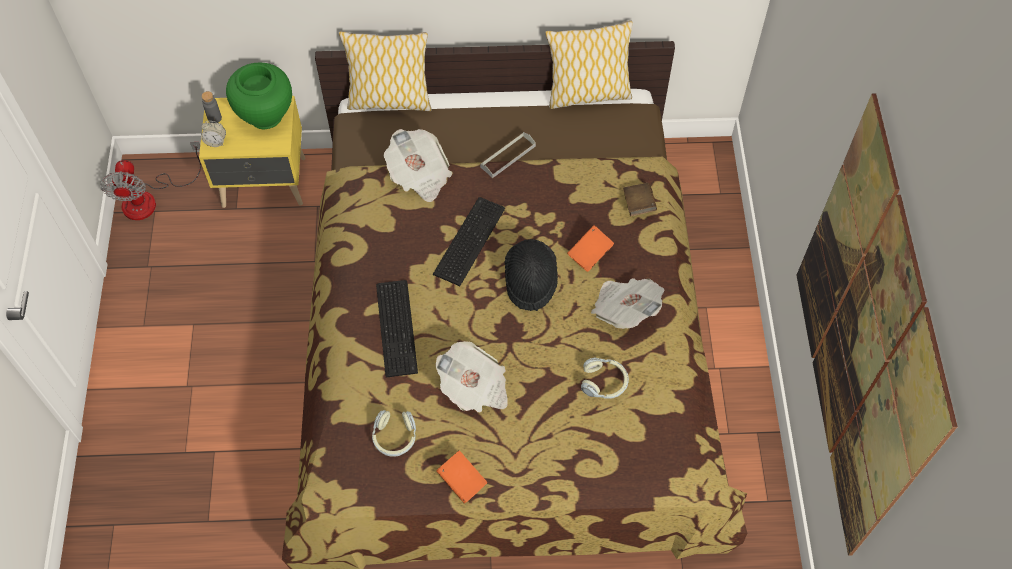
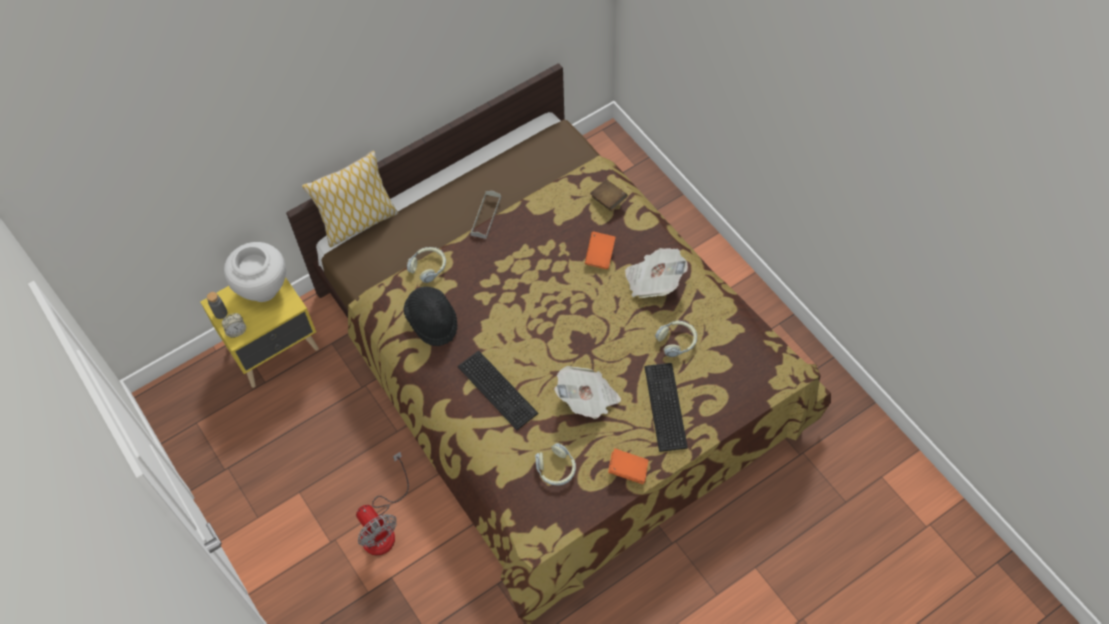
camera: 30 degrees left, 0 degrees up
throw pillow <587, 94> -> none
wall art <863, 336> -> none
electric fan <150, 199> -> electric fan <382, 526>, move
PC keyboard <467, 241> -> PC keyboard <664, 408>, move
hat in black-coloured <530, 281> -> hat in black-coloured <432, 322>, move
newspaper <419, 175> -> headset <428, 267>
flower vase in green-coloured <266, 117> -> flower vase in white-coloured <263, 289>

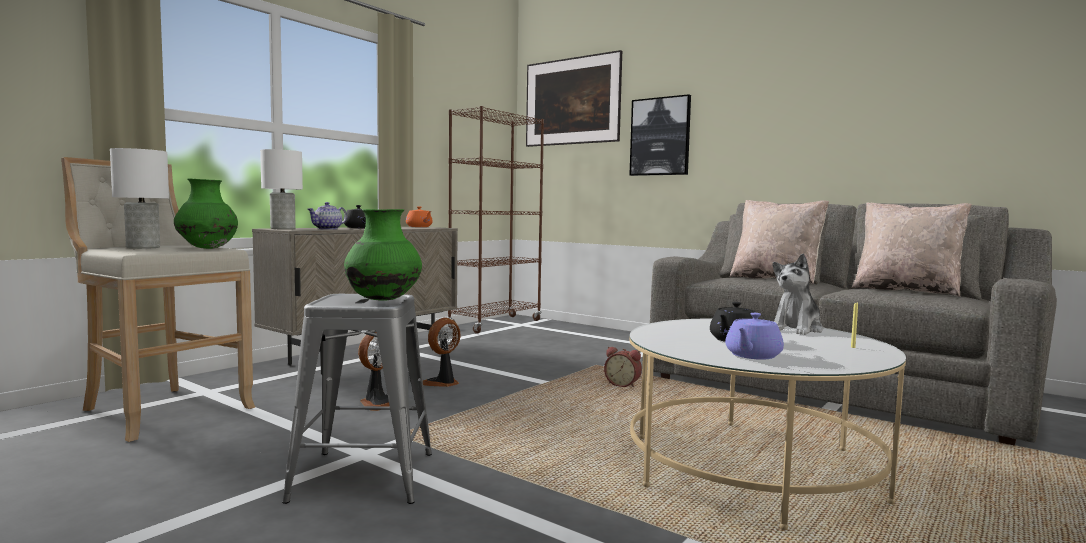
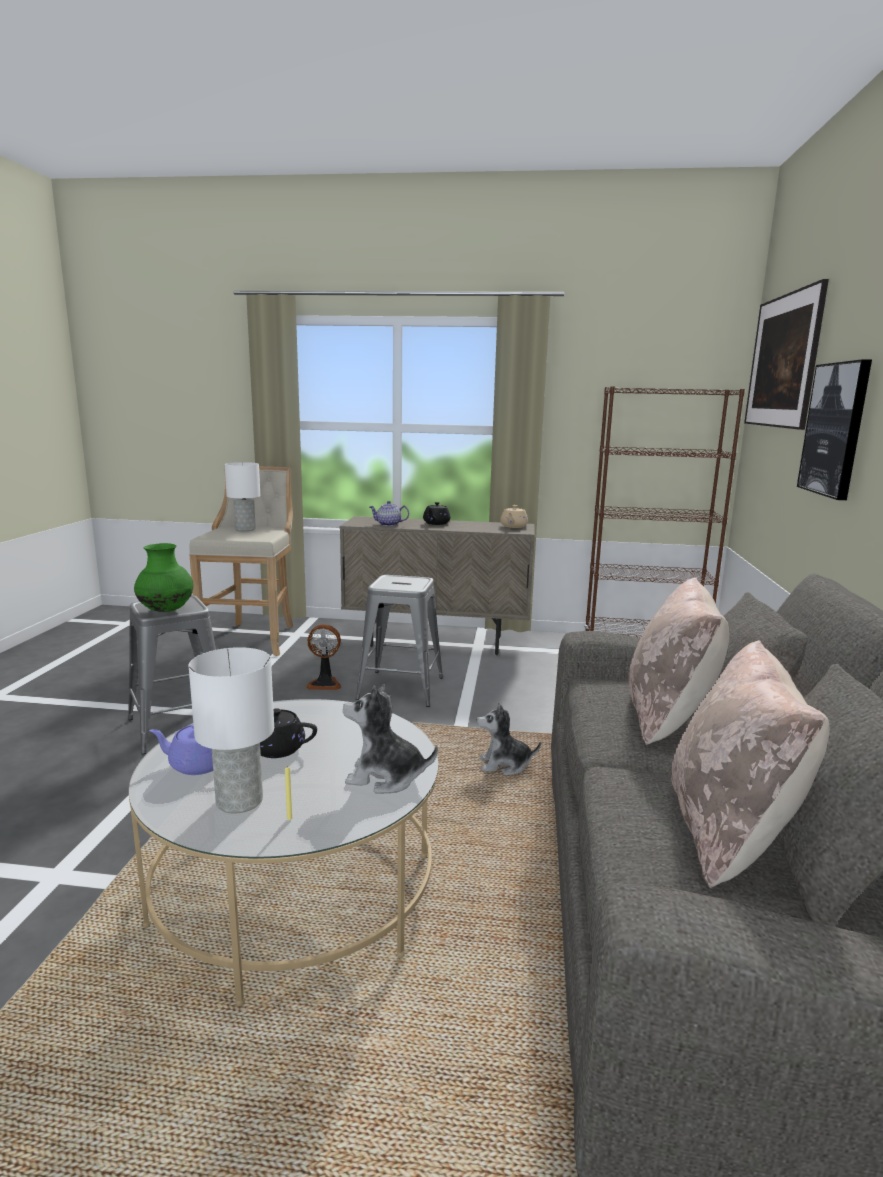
camera: 60 degrees right, 10 degrees up
flower vase in green-coloured <207, 248> -> none
lamp for a table in white-coloured <282, 228> -> lamp for a table in white-coloured <240, 800>, move
electric fan <442, 383> -> stool in grey <401, 688>
bedside clock <623, 385> -> plush toy <504, 765>
pot for tea in orange-coloured <419, 227> -> pot for tea in beige <513, 526>

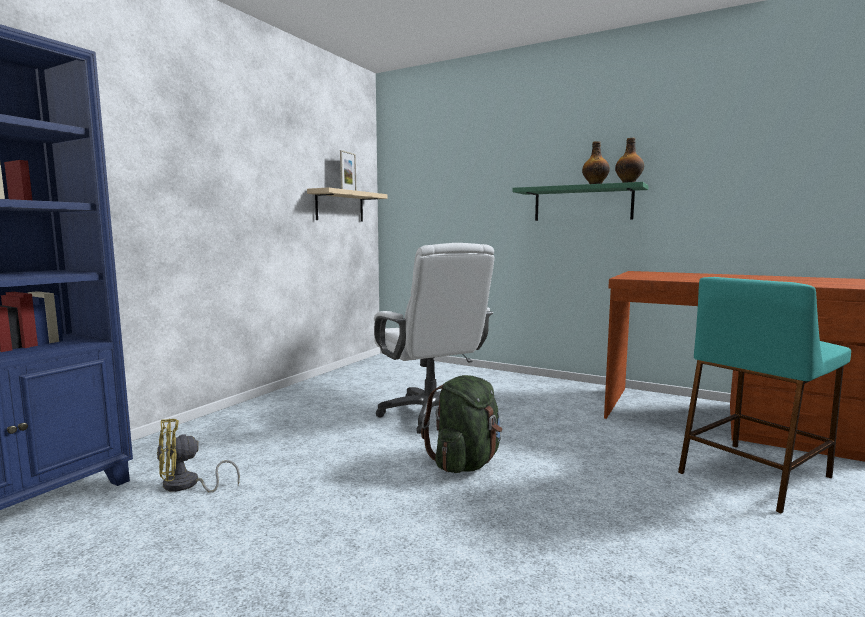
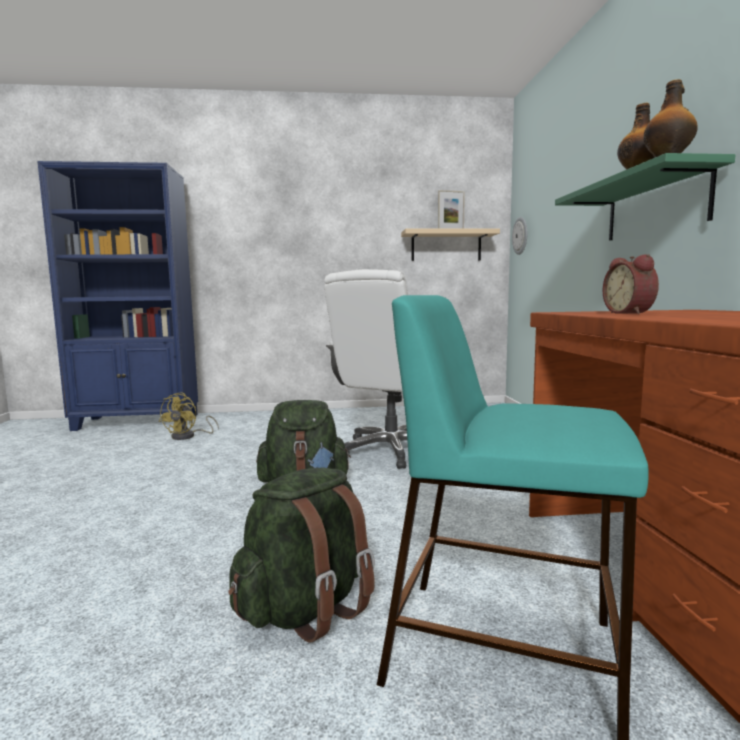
camera: 55 degrees right, 0 degrees up
none -> knapsack in green-coloured <307, 608>
none -> wall clock <520, 235>
none -> bedside clock <630, 313>
electric fan in yellow <187, 485> -> electric fan in yellow <188, 436>, 105 degrees counterclockwise

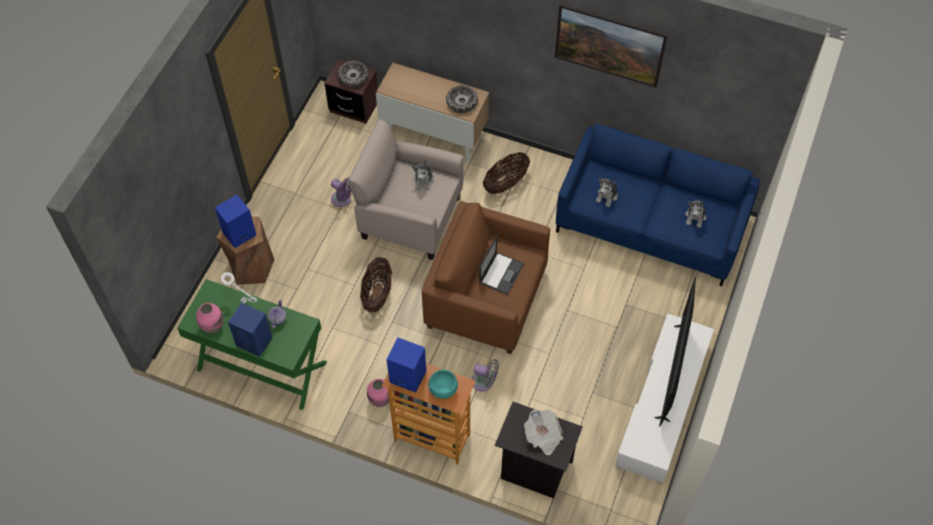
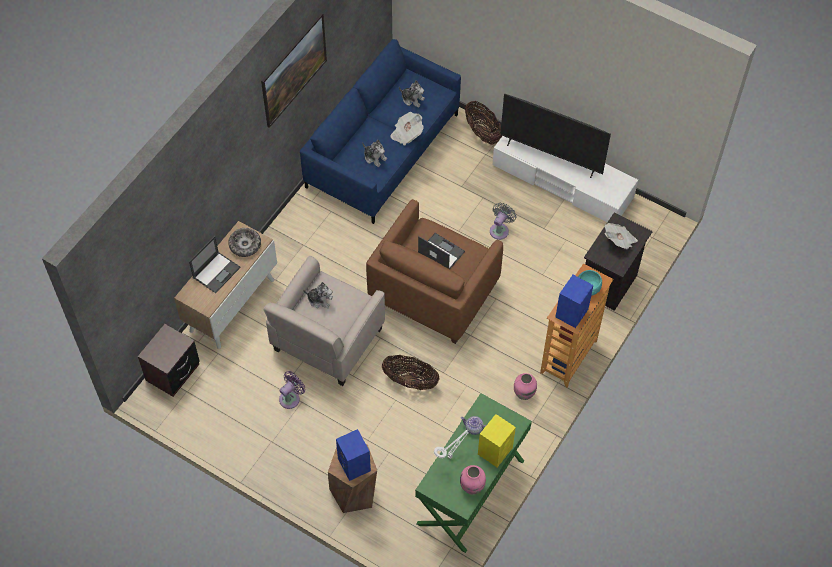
camera: 80 degrees left, 0 degrees up
bowl <353, 77> -> none
none -> laptop <216, 272>
none -> newspaper <406, 134>
electric fan in grey <484, 382> -> electric fan in grey <500, 229>, move
storage basket <505, 183> -> storage basket <482, 133>, move
audio speaker in blue-coloured <255, 341> -> audio speaker in yellow <495, 450>

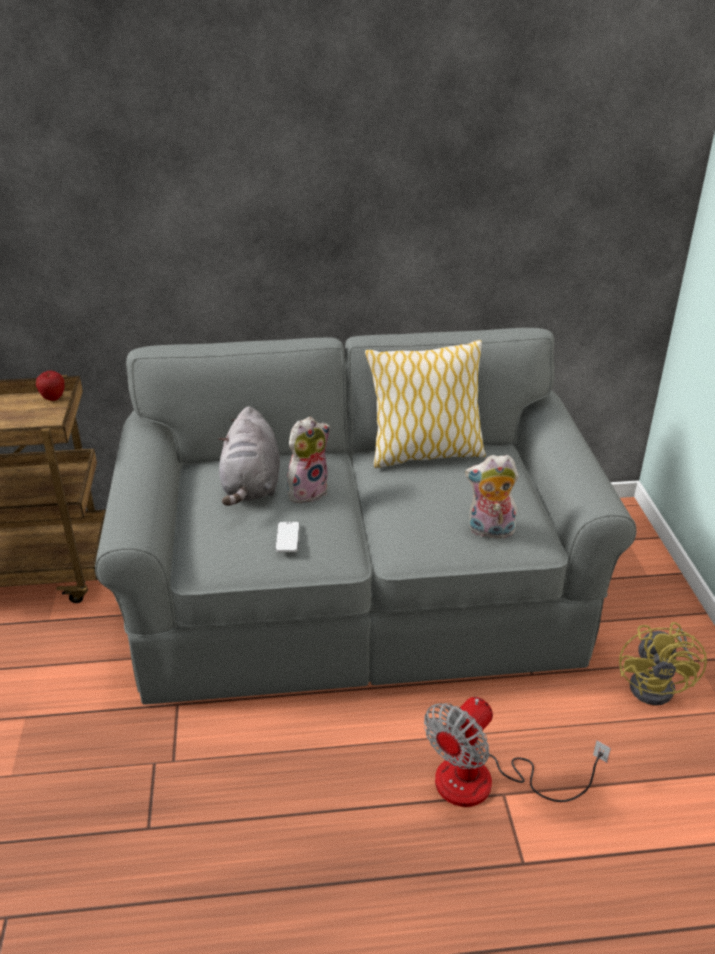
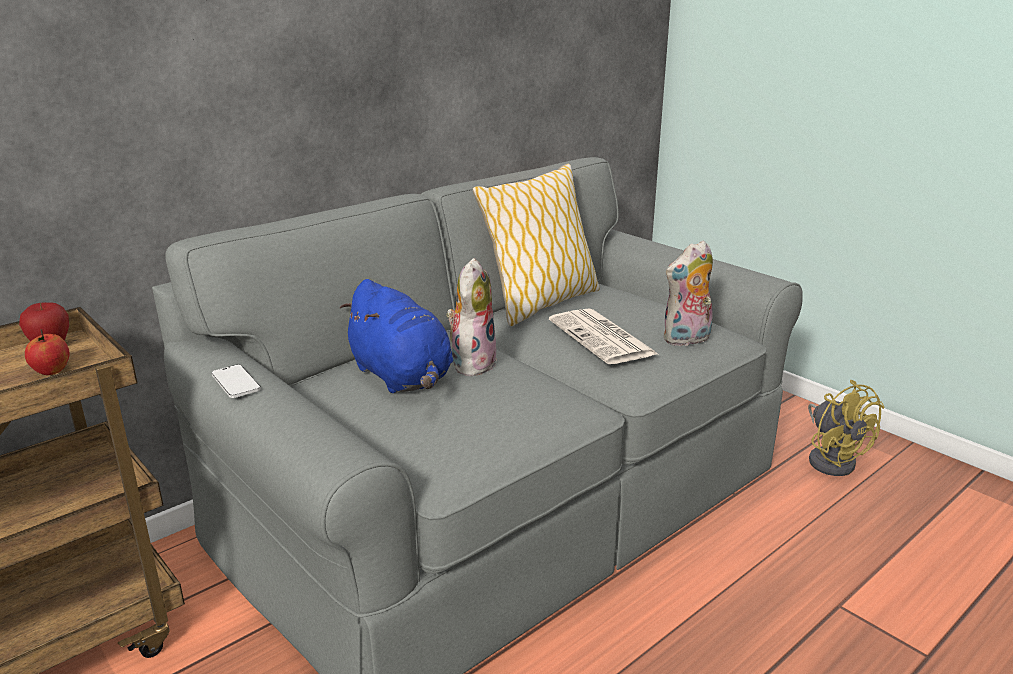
camera: 35 degrees left, 10 degrees down
electric fan <485, 783> -> none
none -> apple <51, 371>
none -> newspaper <603, 338>
phone <287, 538> -> phone <236, 383>, move
plush toy in grey <251, 485> -> plush toy in blue-coloured <402, 377>

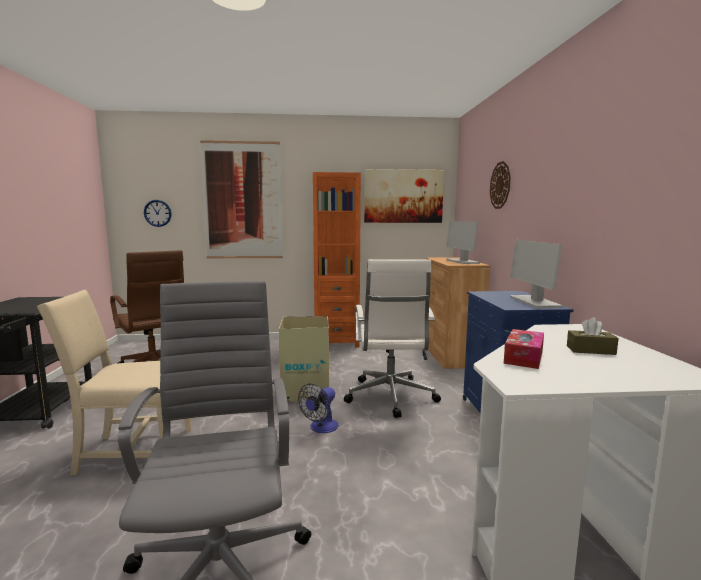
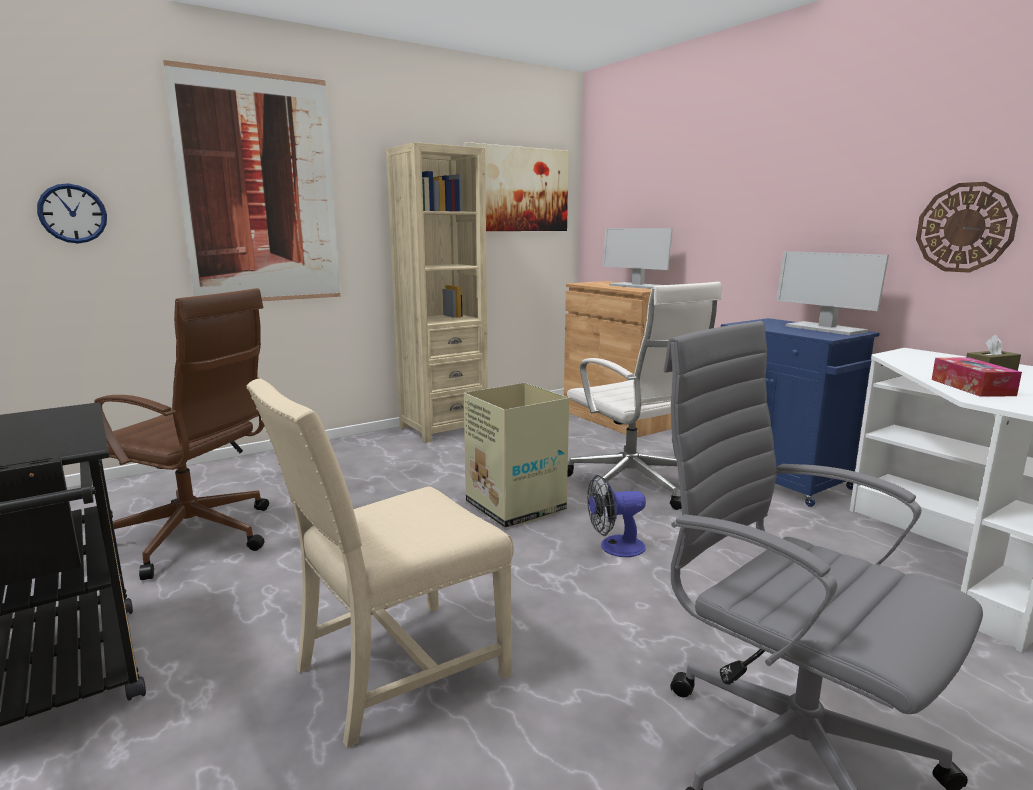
camera: 30 degrees left, 5 degrees up
wall clock <500, 185> -> wall clock <965, 227>, move
bookcase in orange-coloured <336, 342> -> bookcase in beige <443, 428>
electric fan <321, 428> -> electric fan <614, 547>, 75 degrees clockwise

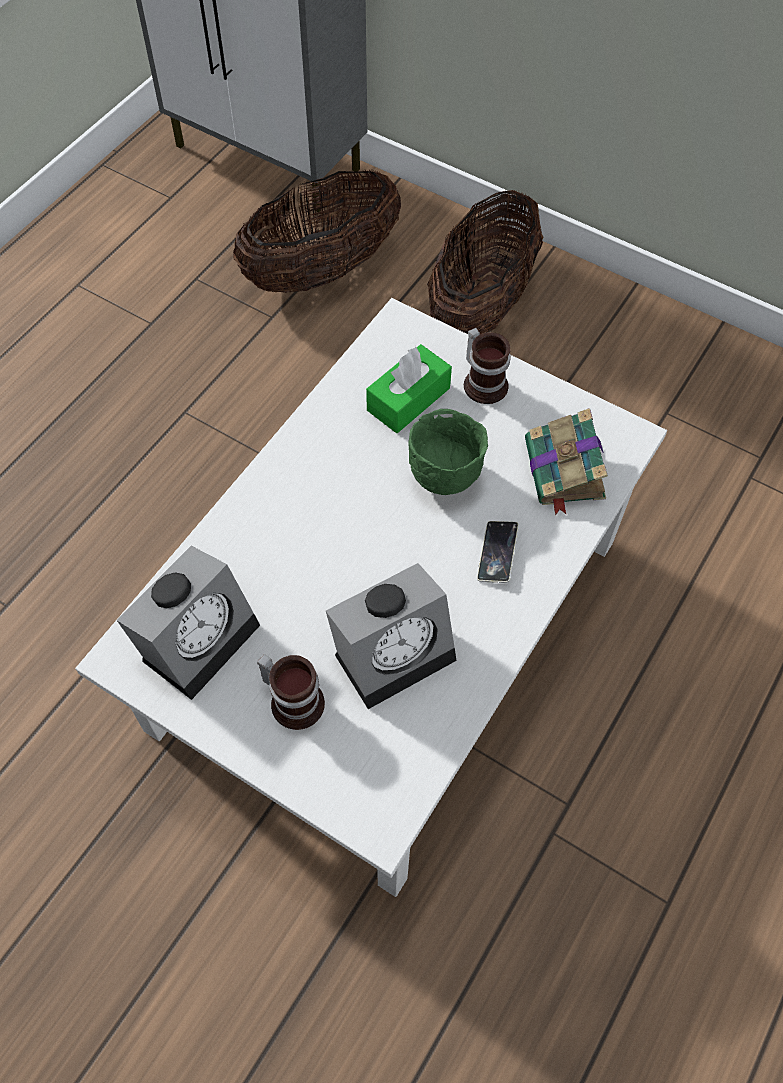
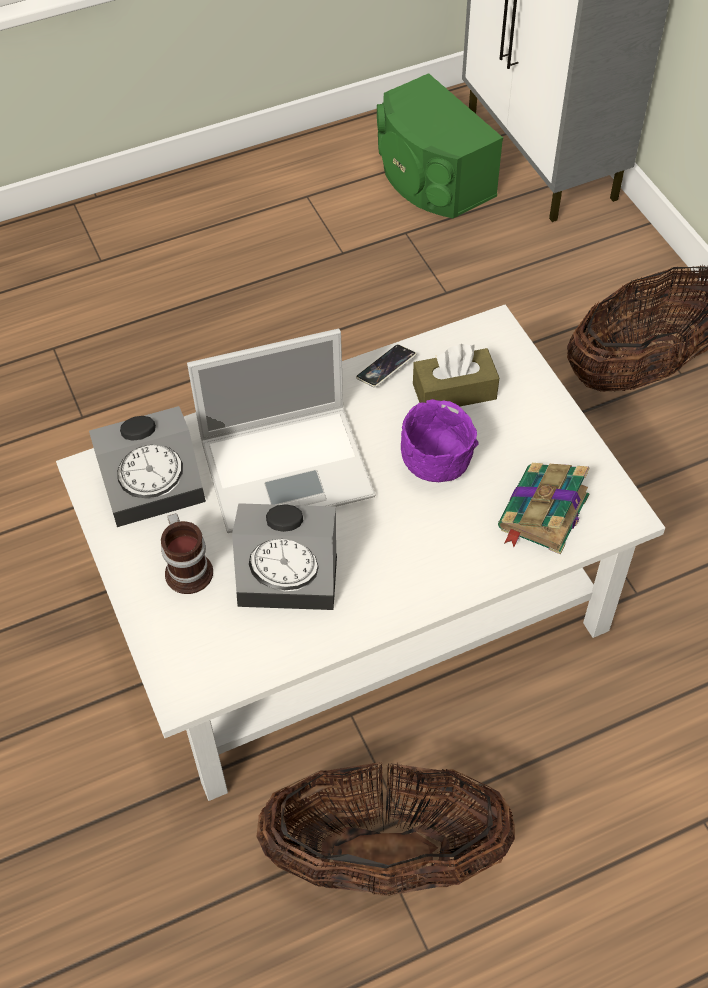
camera: 35 degrees right, 5 degrees down
coffee mug <485, 382> -> none
none -> laptop <289, 466>
none -> audio speaker in green-coloured <431, 178>
storage basket <321, 271> -> storage basket <385, 856>, move
phone <497, 554> -> phone <386, 368>, move
tissue box in green-coloured <408, 399> -> tissue box in brownish <454, 391>
bowl in green-coloured <443, 476> -> bowl in purplish <435, 465>

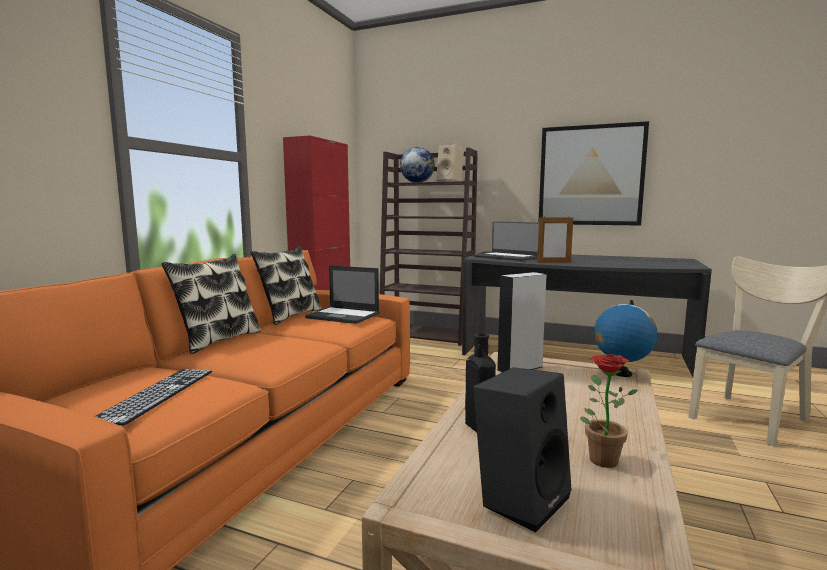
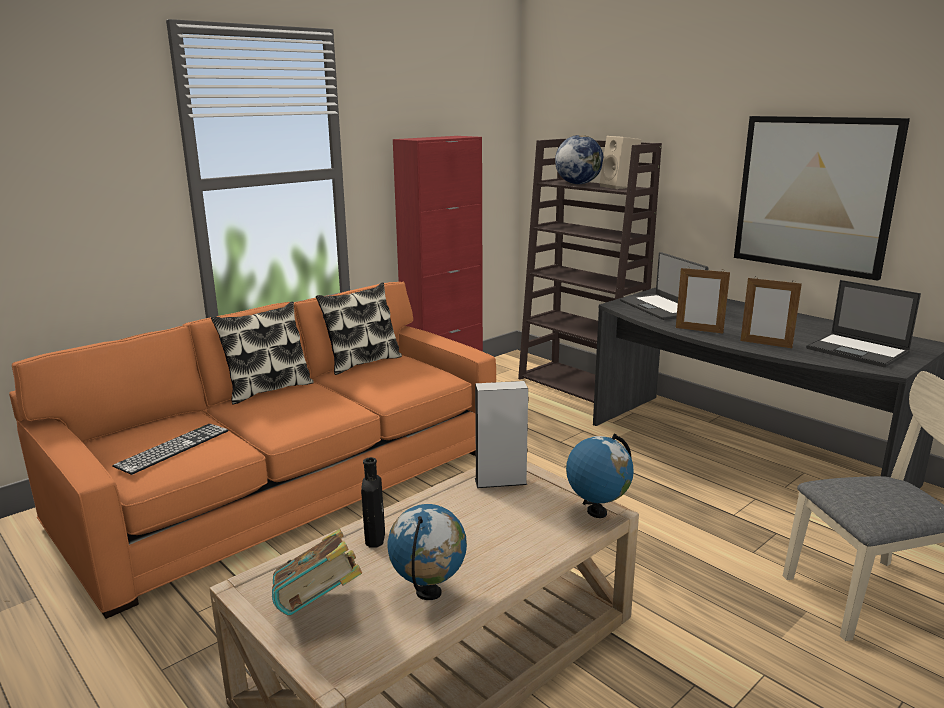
camera: 25 degrees right, 10 degrees up
none -> photo frame <766, 344>
laptop <344, 316> -> laptop <858, 351>, move
audio speaker in black-coloured <520, 498> -> bound book <319, 606>
plant in a pot <599, 457> -> desk globe <429, 593>

